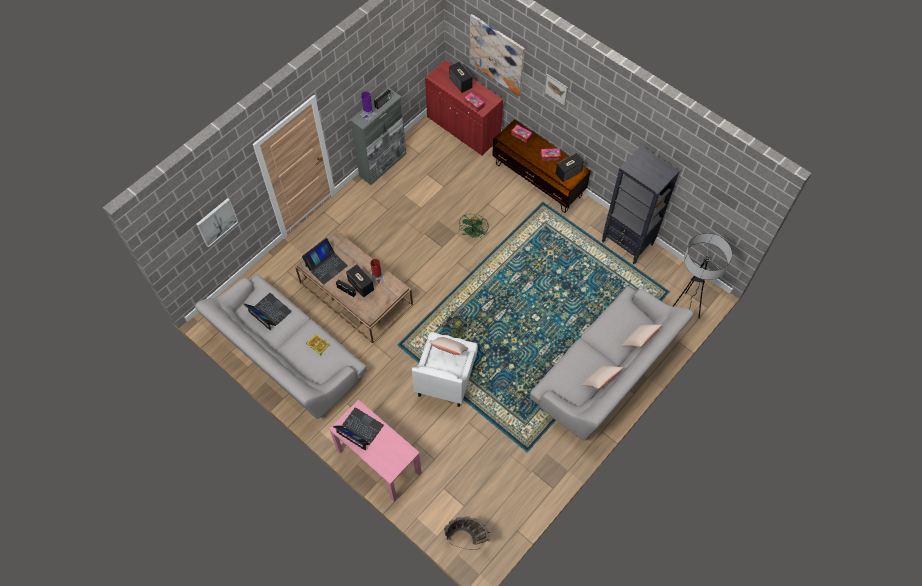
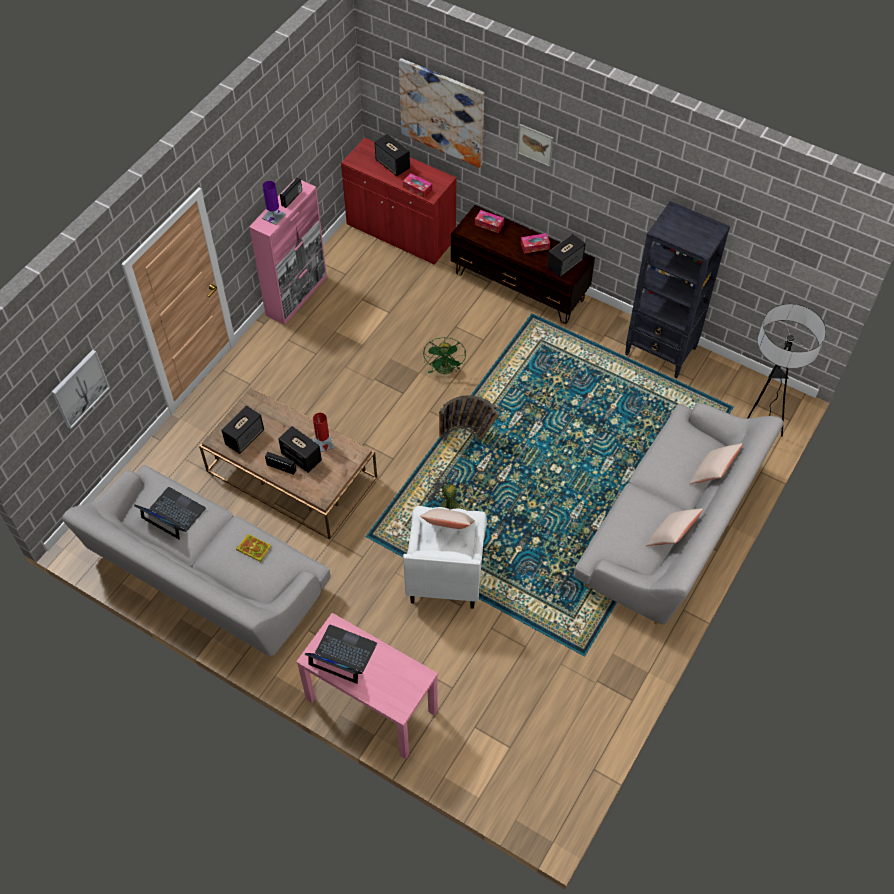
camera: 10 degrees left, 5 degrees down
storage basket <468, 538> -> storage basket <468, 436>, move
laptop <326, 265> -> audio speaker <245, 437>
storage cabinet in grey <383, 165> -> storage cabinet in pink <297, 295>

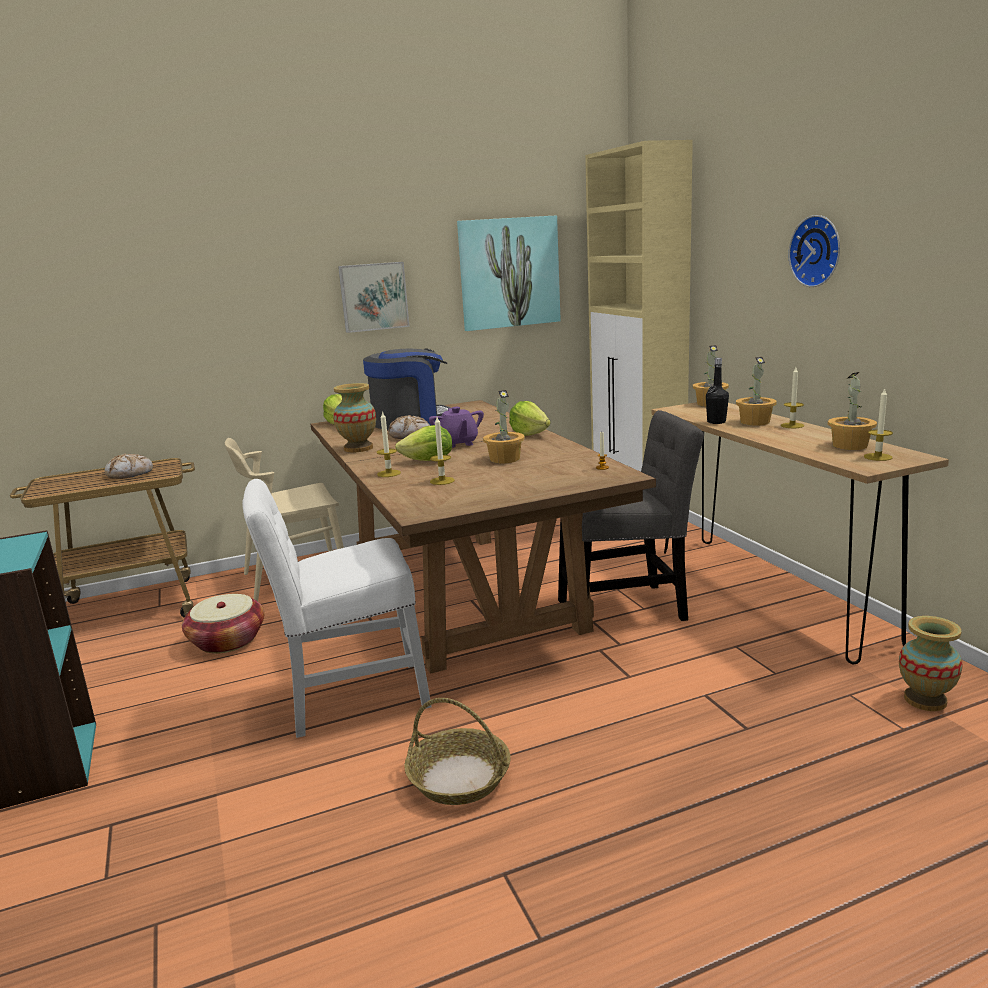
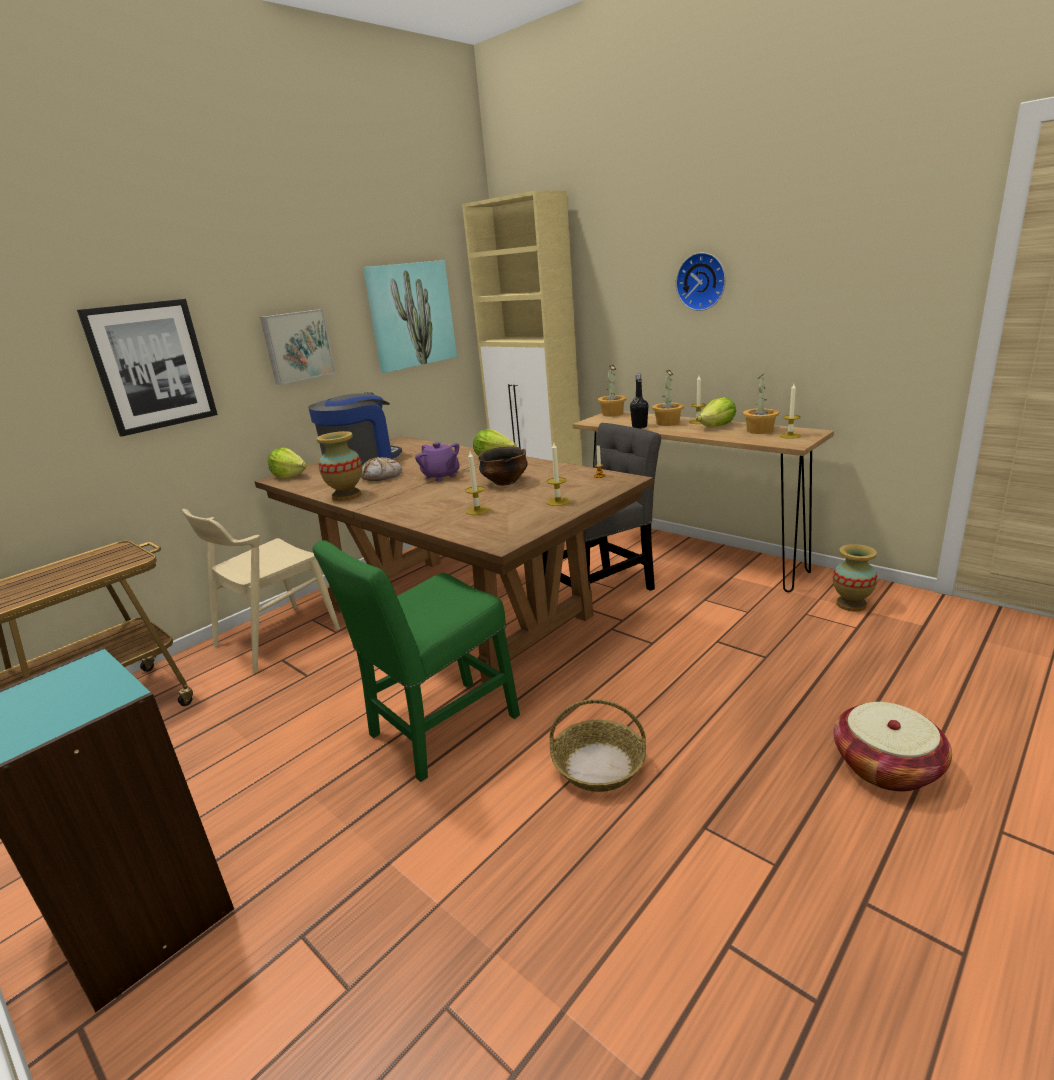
camera: 25 degrees left, 5 degrees up
bakery bread <130, 474> -> none
none -> wall art <151, 366>
storage basket <227, 641> -> storage basket <886, 766>, move
wax light <389, 473> -> wax light <558, 502>, move
lettuce head <429, 461> -> lettuce head <717, 426>, move
plant in a pot <504, 459> -> bowl <505, 482>
upright chair in white-coloured <350, 698> -> upright chair in green-coloured <438, 730>

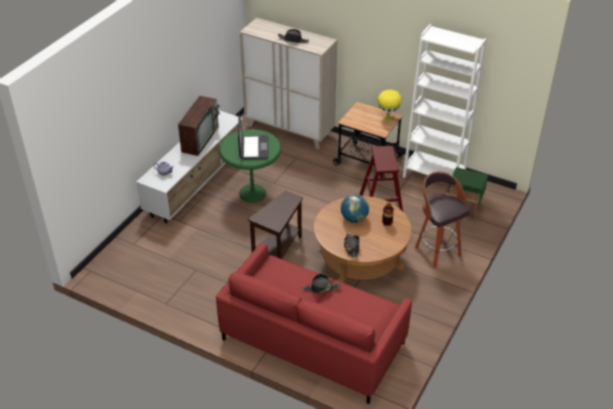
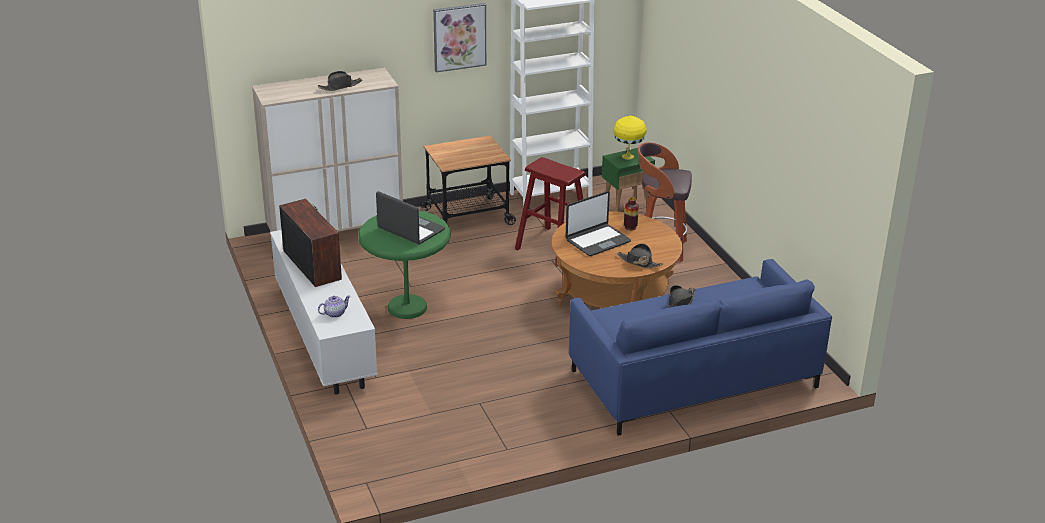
camera: 50 degrees left, 10 degrees down
accent table in brownish <278, 251> -> none
none -> wall art <459, 37>
lamp for a table in yellow <388, 118> -> lamp for a table in yellow <628, 156>, move
desk globe <354, 219> -> laptop <597, 241>
couch in red-coloured <313, 340> -> couch in blue-coloured <692, 378>

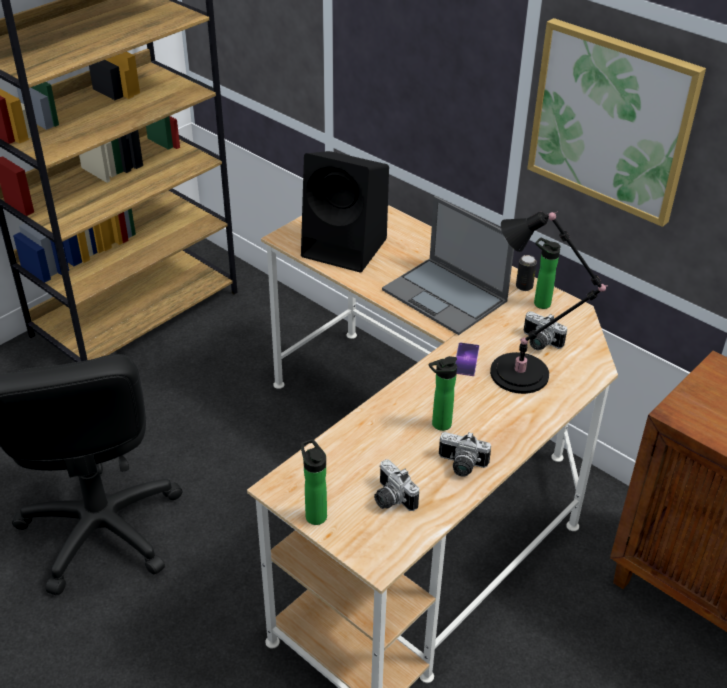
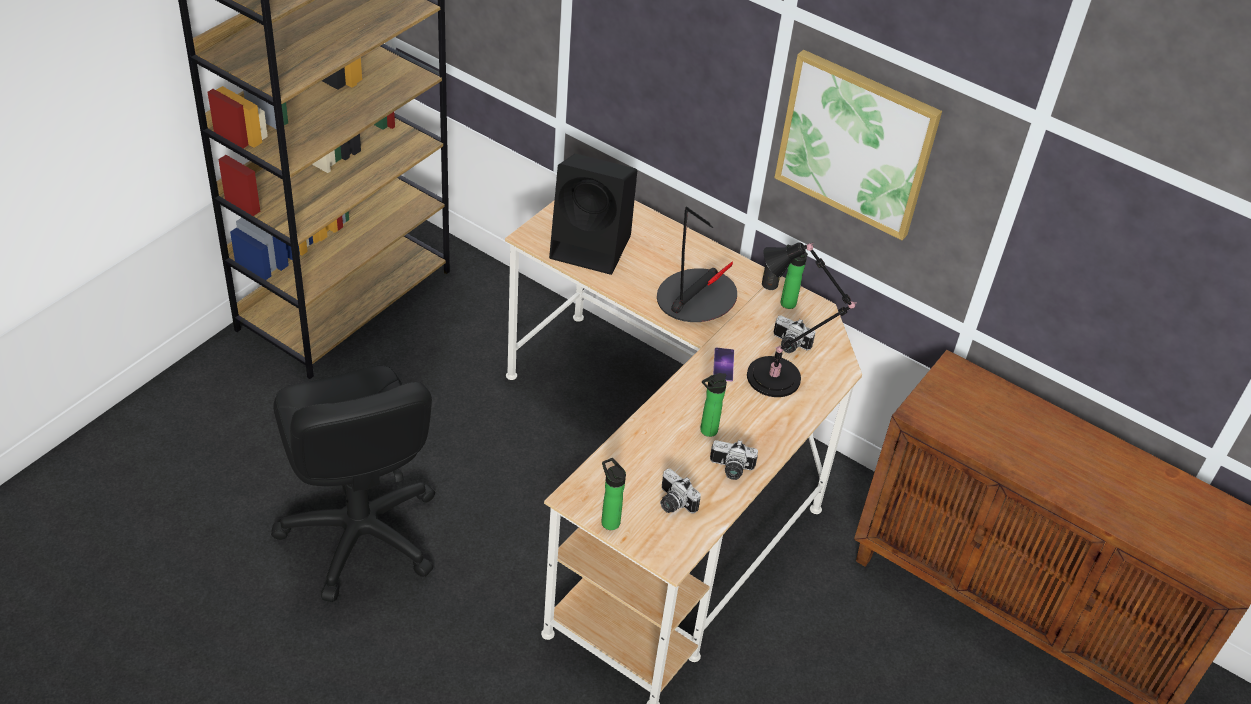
camera: 10 degrees left, 5 degrees up
laptop <446, 296> -> lamp for a table <696, 298>

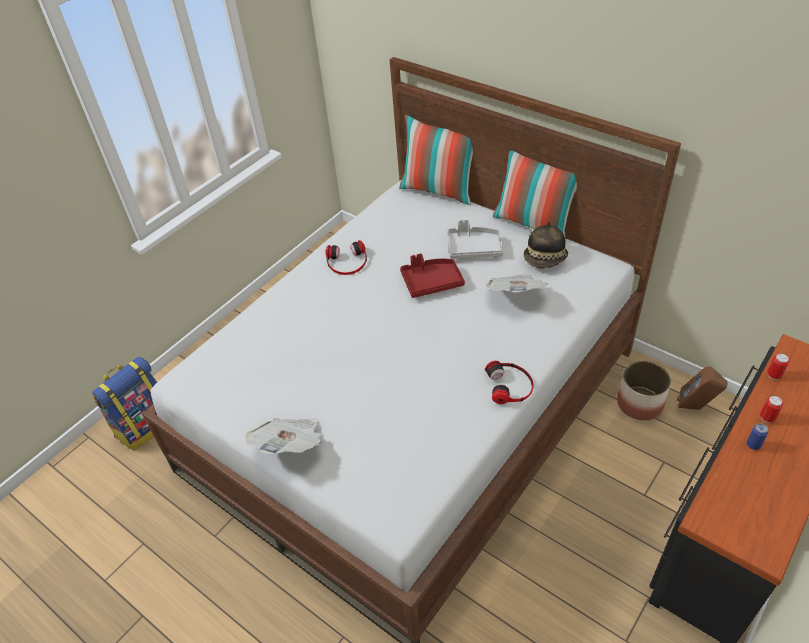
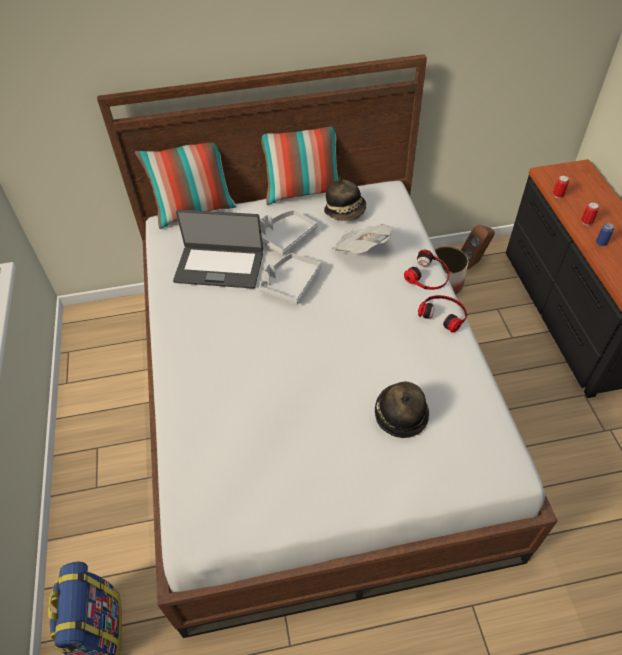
camera: 50 degrees left, 5 degrees up
newspaper <291, 446> -> none
none -> laptop <219, 266>
none -> hat <400, 414>
headset <347, 262> -> headset <428, 275>, move
serving tray in red-coloured <431, 282> -> serving tray in grey <290, 283>

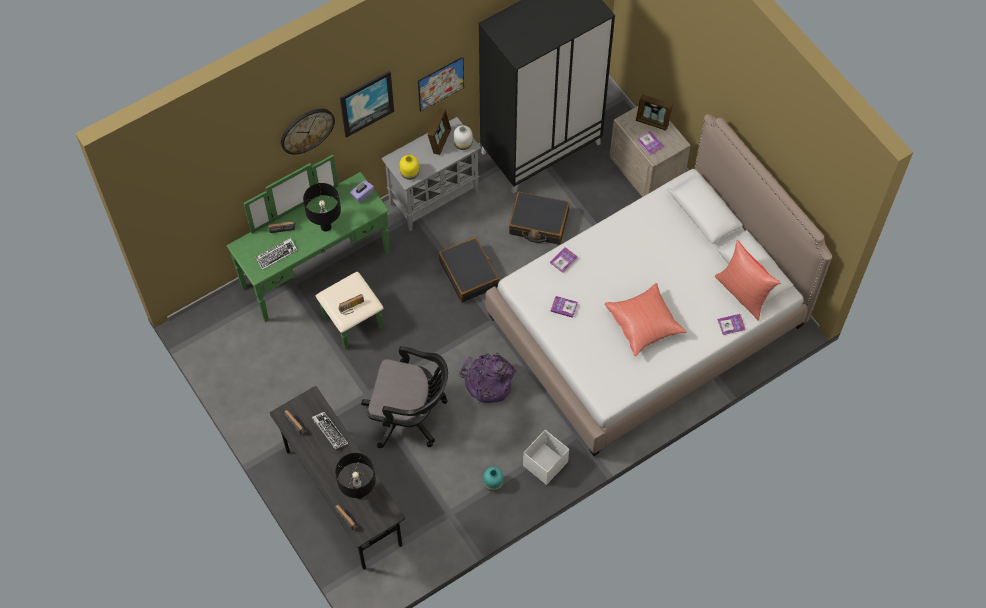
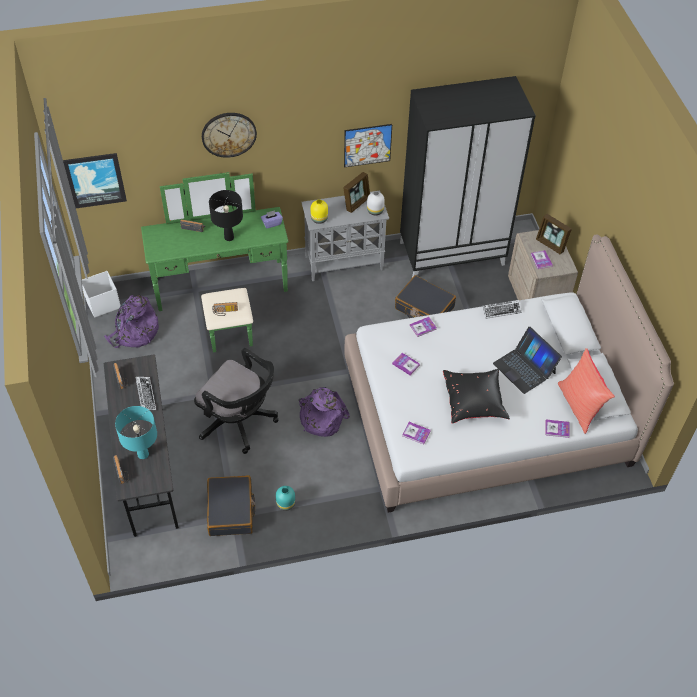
camera: 20 degrees right, 10 degrees down
none -> knapsack in purplish <134, 333>
none -> bound book <416, 433>
none -> laptop <524, 368>
PC keyboard <276, 255> -> PC keyboard <501, 310>, move
wall art <366, 103> -> wall art <95, 180>, move
suitcase in black-coloured <469, 274> -> suitcase in black-coloured <231, 510>, move
storage container in white-coloured <544, 464> -> storage container in white-coloured <102, 304>, move
lamp for a table in black-coloured <359, 493> -> lamp for a table in turquoise-coloured <143, 454>
throw pillow in red-coloured <644, 324> -> throw pillow in black-coloured <474, 402>

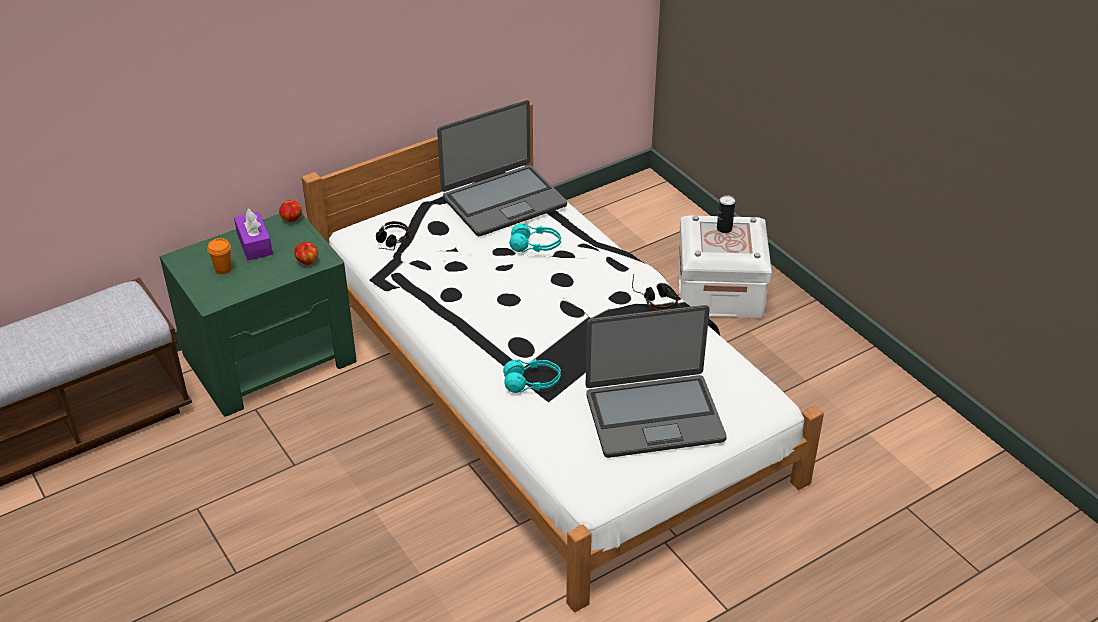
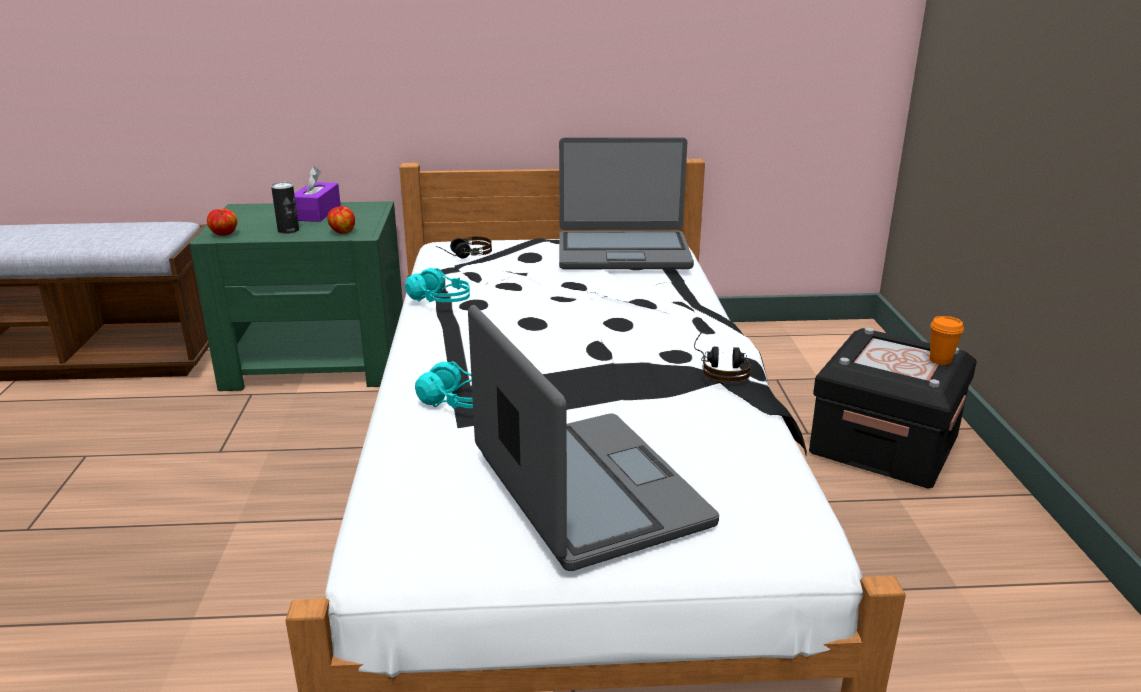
camera: 30 degrees right, 15 degrees down
cup in orange-coloured <223, 269> -> cup in orange-coloured <940, 360>, move
apple <292, 219> -> apple <224, 234>, move
headset in turquoise-coloured <535, 246> -> headset in turquoise-coloured <440, 300>, move
sealed can <724, 228> -> sealed can <288, 231>, move
storage container in white-coloured <720, 291> -> storage container in black-coloured <884, 445>
laptop <654, 415> -> laptop <587, 490>, 135 degrees counterclockwise

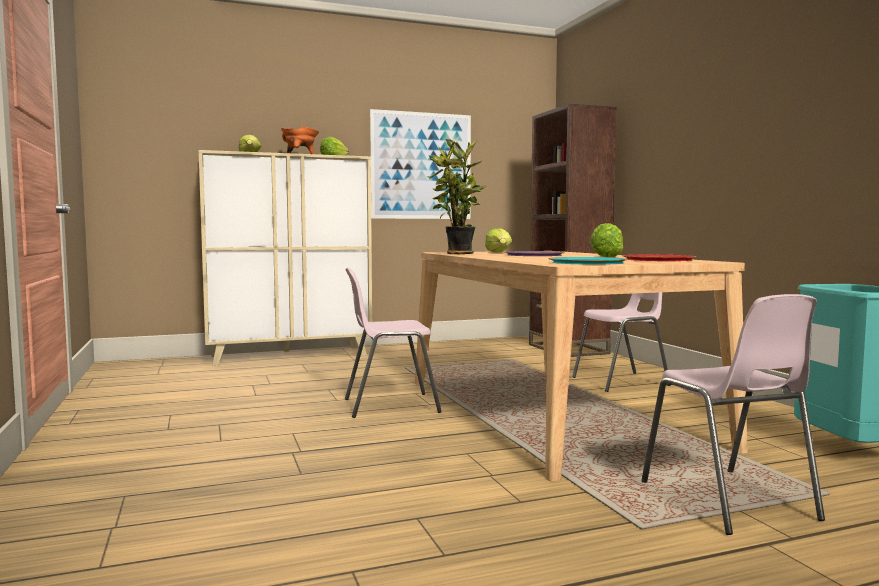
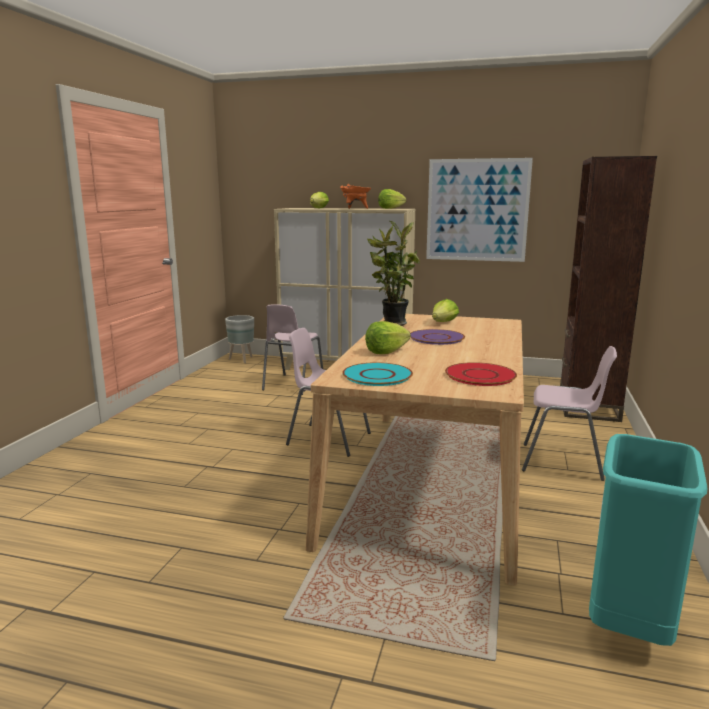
camera: 35 degrees right, 10 degrees up
none -> plant pot in grey <241, 359>
lettuce head <607, 257> -> lettuce head <386, 352>, move
upright chair in pink <728, 501> -> upright chair in pink <292, 385>, move

